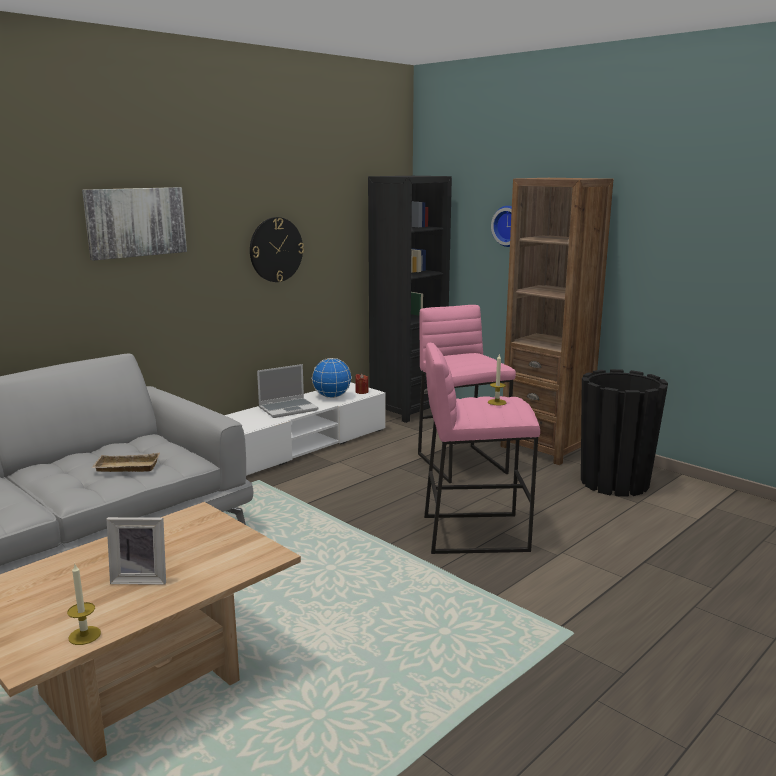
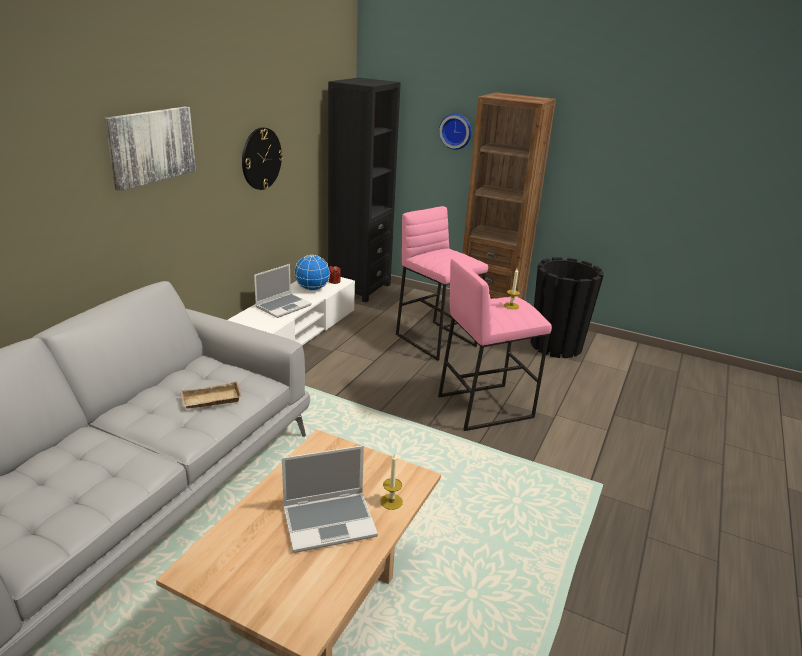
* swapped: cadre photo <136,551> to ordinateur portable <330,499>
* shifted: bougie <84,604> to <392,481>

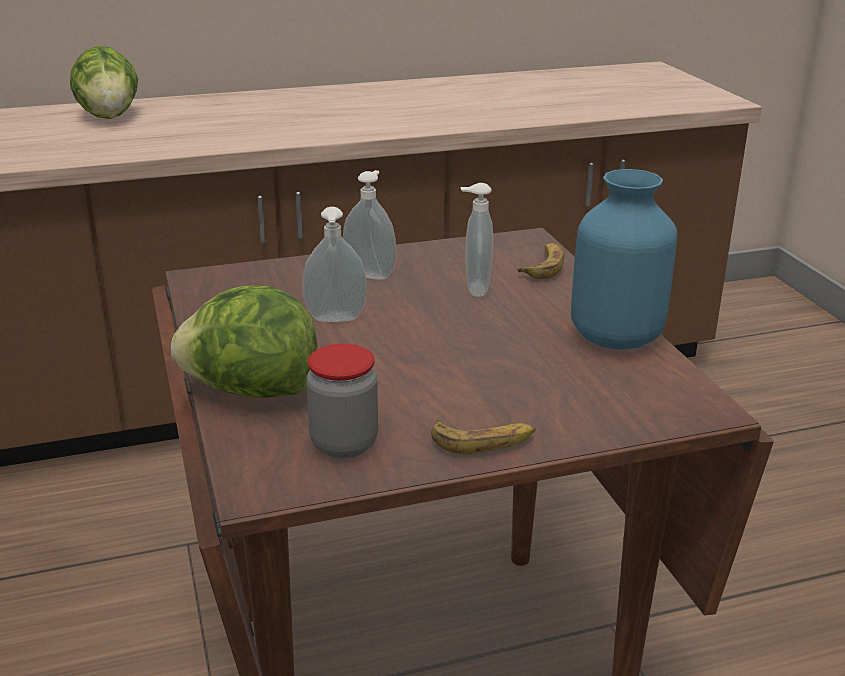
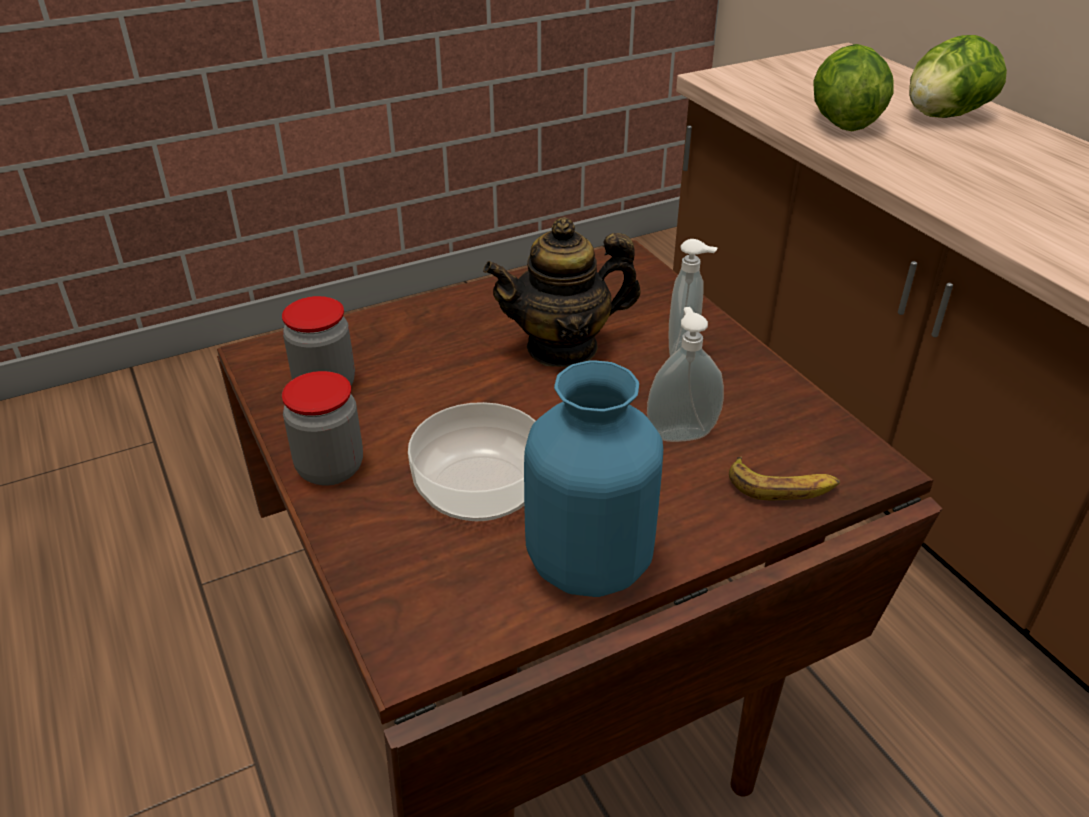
* swapped: banane <483,437> to bocal <322,428>
* new: bol <471,461>
* swapped: distributeur de savon <334,264> to théière <562,292>
* shifted: laitue <244,341> to <853,87>

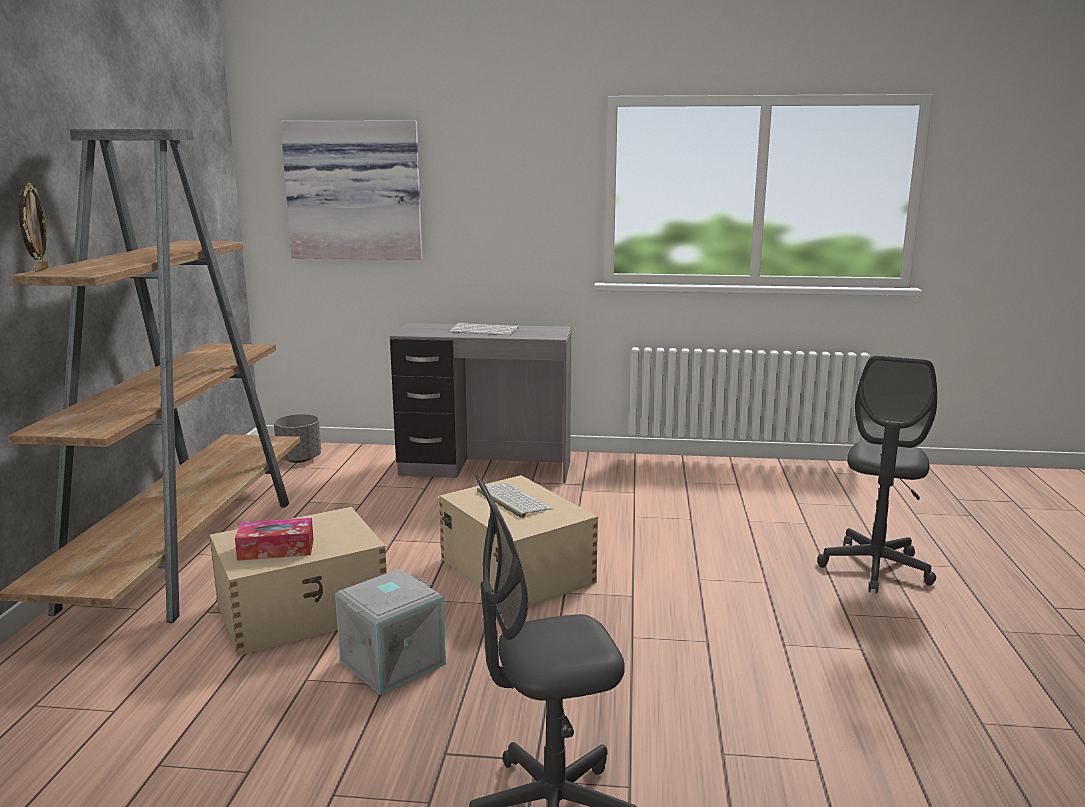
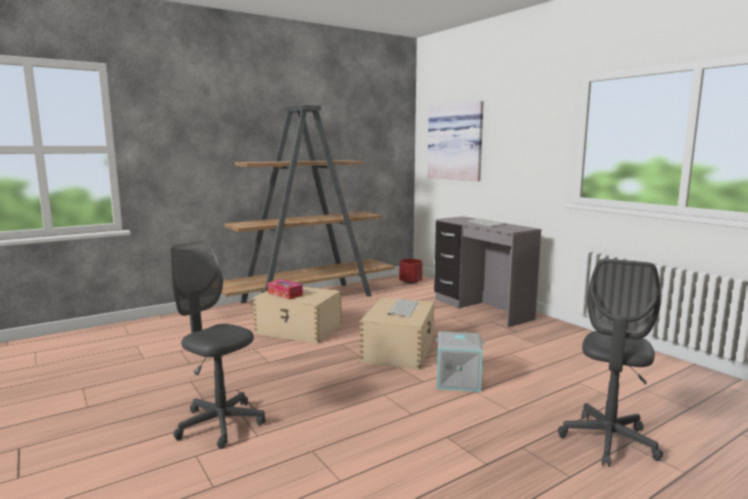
* repainted: cache-pot/gris <297,438> to cache-pot/rouge <411,271>
* shifted: boîte de rangement/gris <390,632> to <460,361>
* rotated: chaise de bureau/gris <877,474> = <610,363> 45 degrees counterclockwise
* gone: cadre photo <33,227>

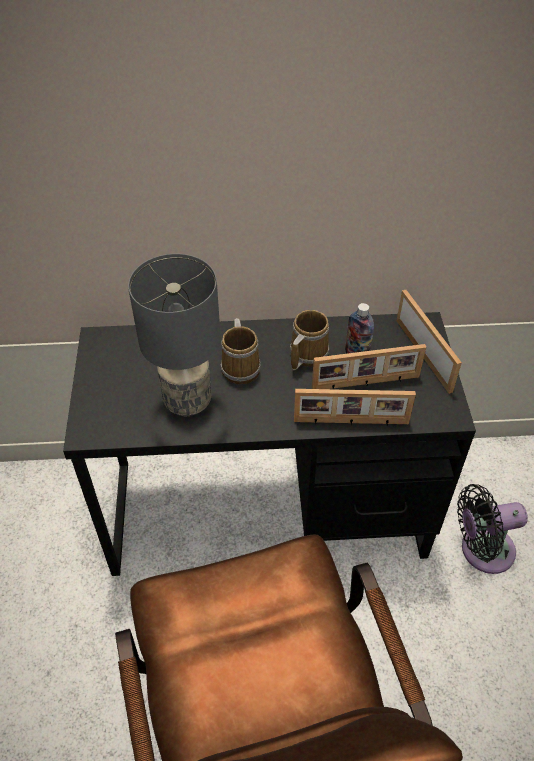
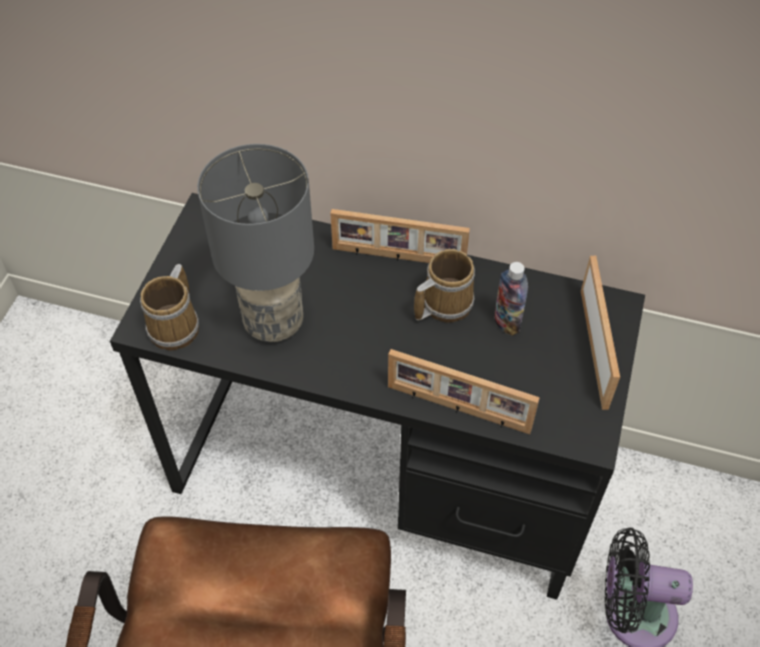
* shifted: mug <240,351> to <169,307>
* shifted: cadre photo <369,366> to <400,236>

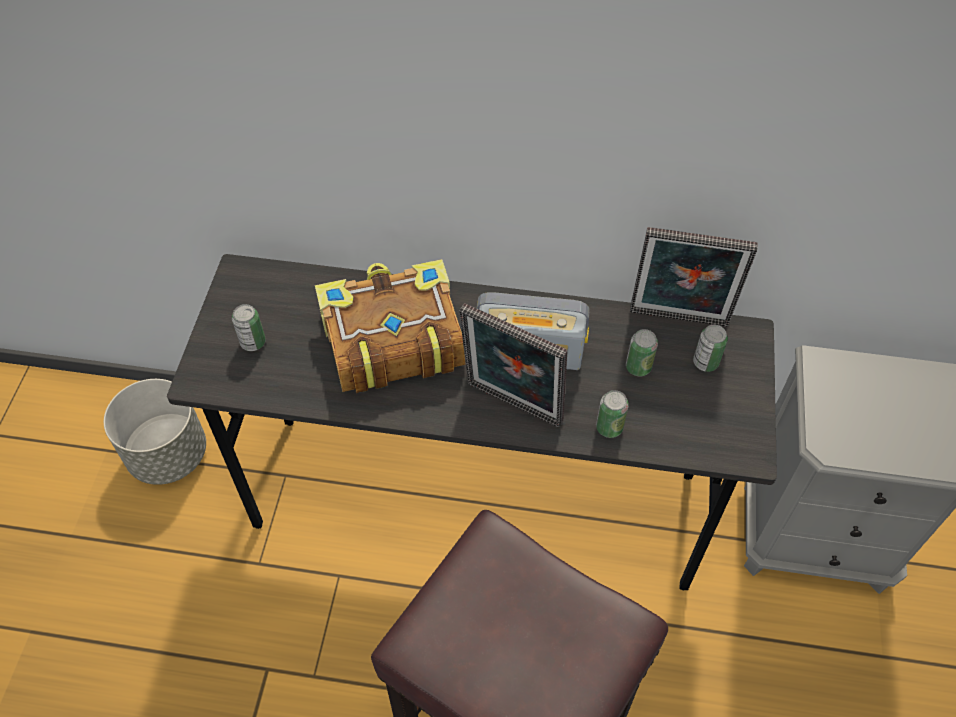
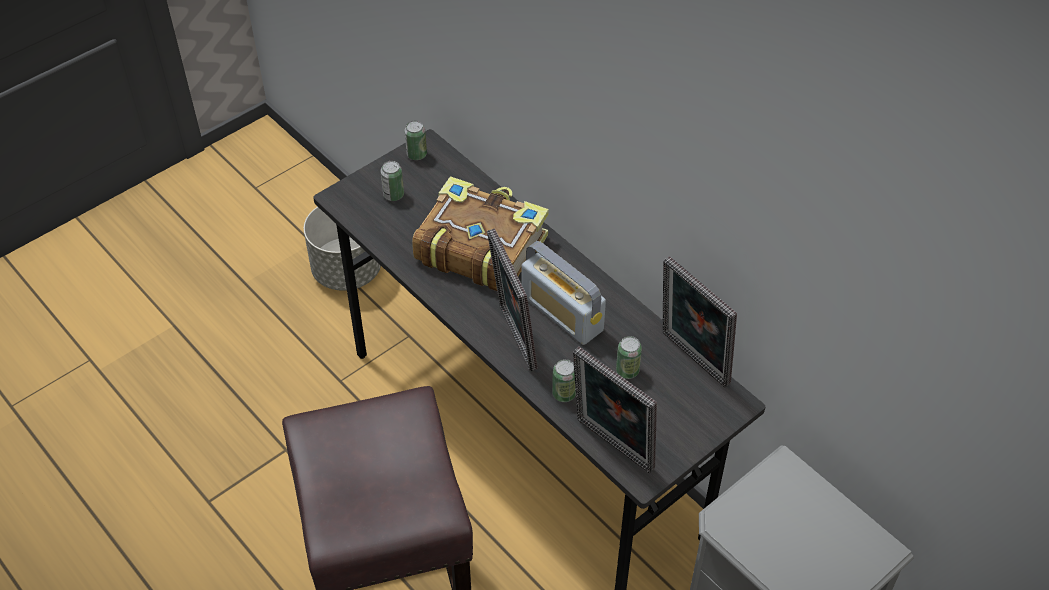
* shifted: boîte métallique <710,348> to <415,140>
* new: cadre photo <615,409>

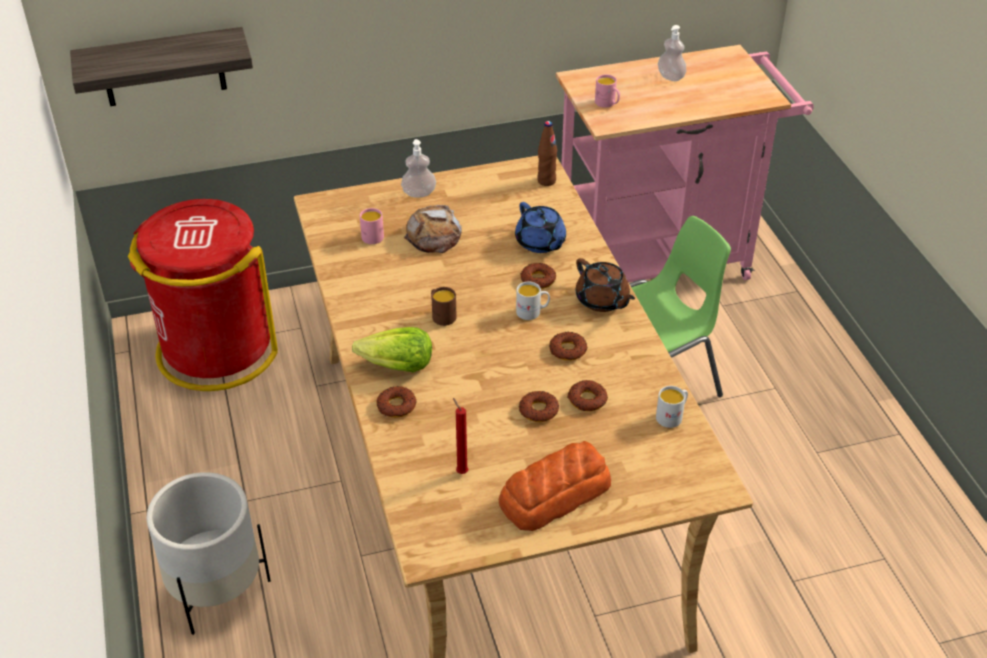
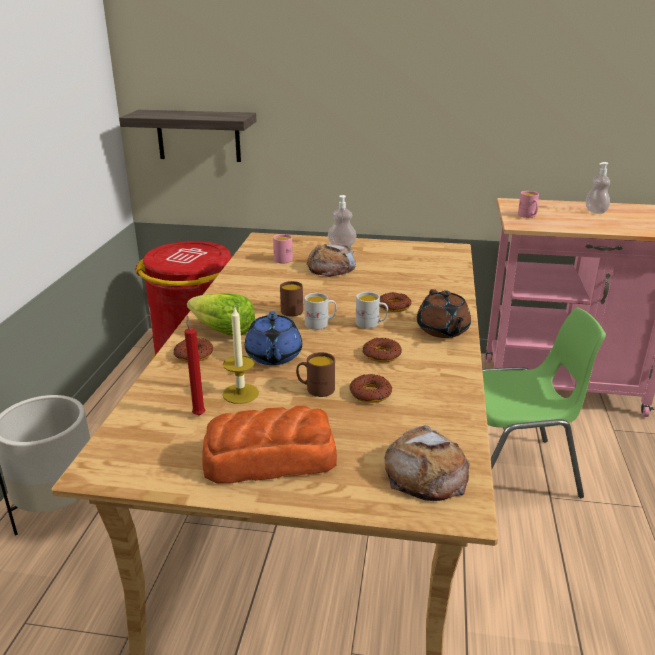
* new: bougie <241,355>
* shifted: théière/bleu <540,227> to <273,338>
* swapped: beignet <539,406> to mug/marron <315,374>
* shifted: mug/blanc <672,407> to <320,311>
* new: pain <427,463>
* gone: bouteille/marron <547,153>

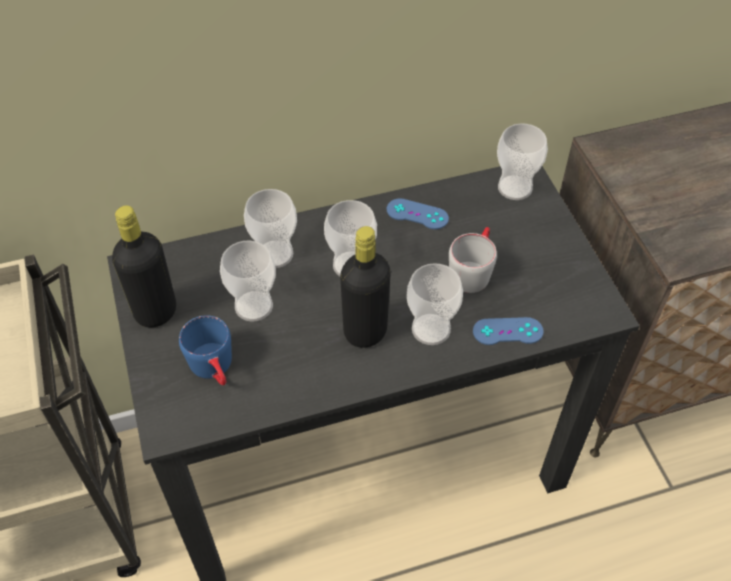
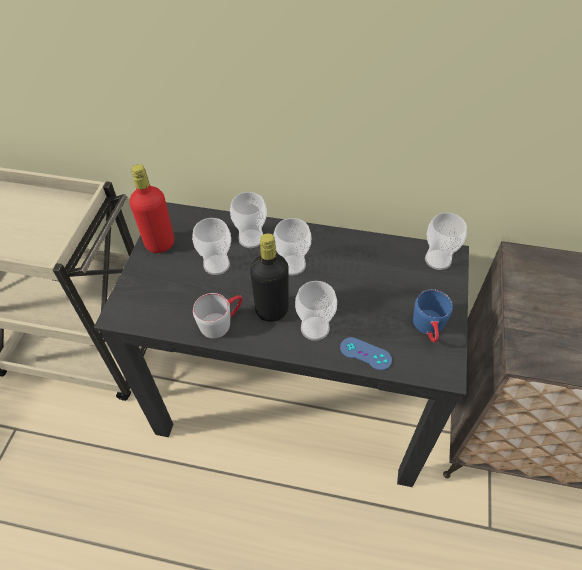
* repainted: bouteille/noir <144,267> to bouteille/rouge <152,208>
* shifted: mug/gris <473,260> to <217,315>
* shifted: mug/bleu <205,350> to <433,315>
* gone: manette/bleu <418,213>

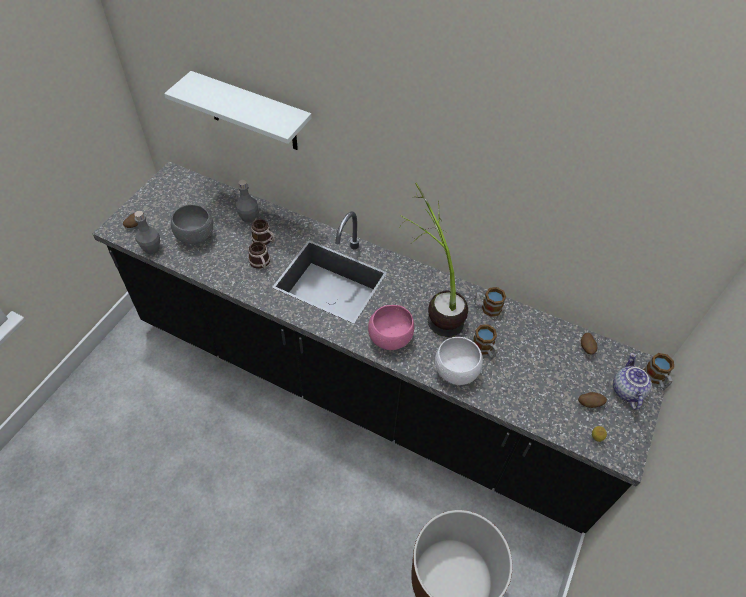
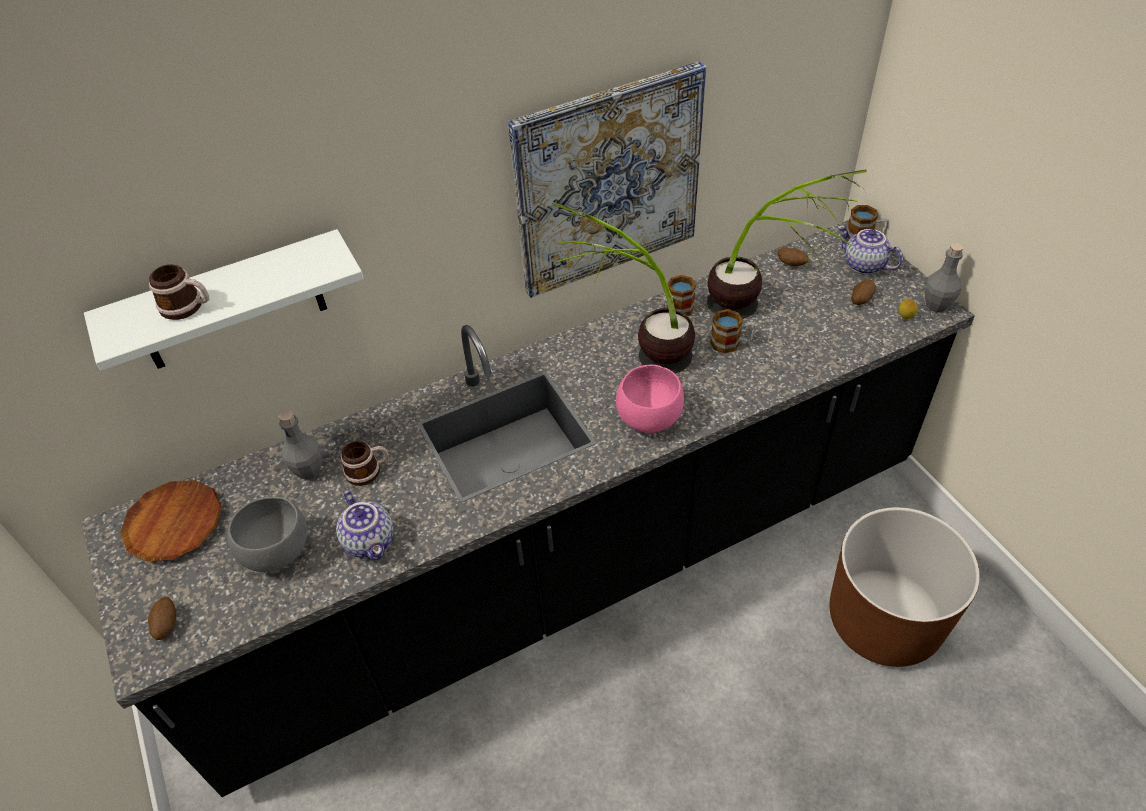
* new: assiette/marron <171,520>
* shifted: mug <259,255> to <179,292>
* new: théière <365,525>
* new: tableau <607,179>
* new: plante en pot <786,244>
* shifted: bouteille/gris <147,232> to <944,277>
* gone: bol/blanc <459,361>

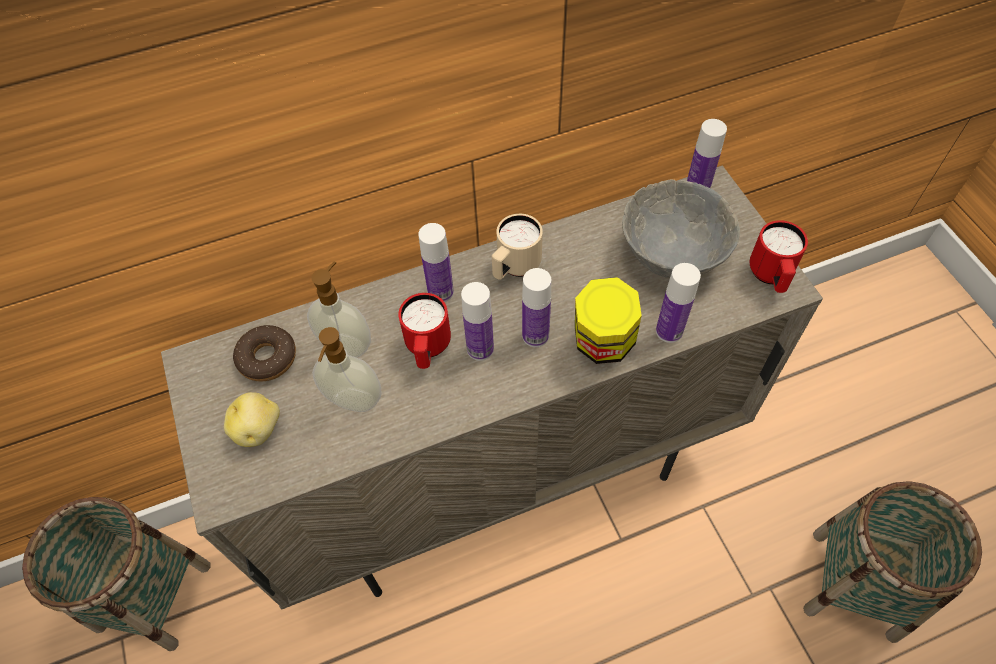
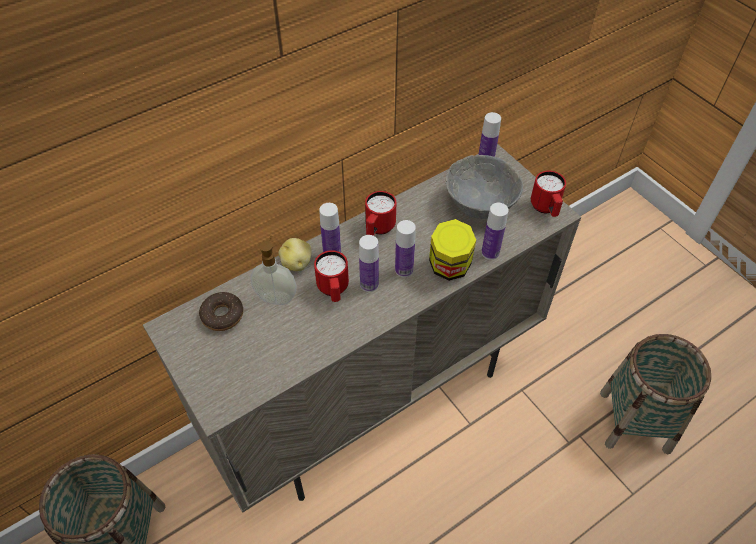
* shifted: pomme de terre <252,419> to <295,254>
* repainted: mug/beige <517,247> to mug/rouge <380,213>
* gone: distributeur de savon <347,369>

